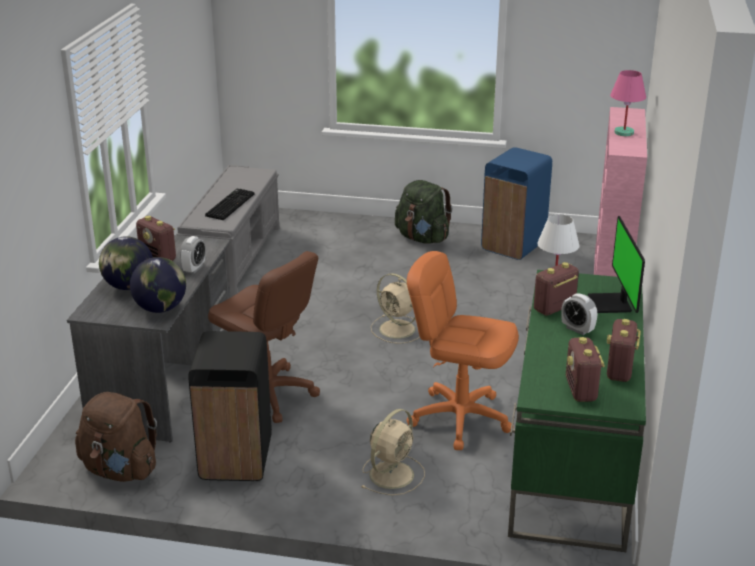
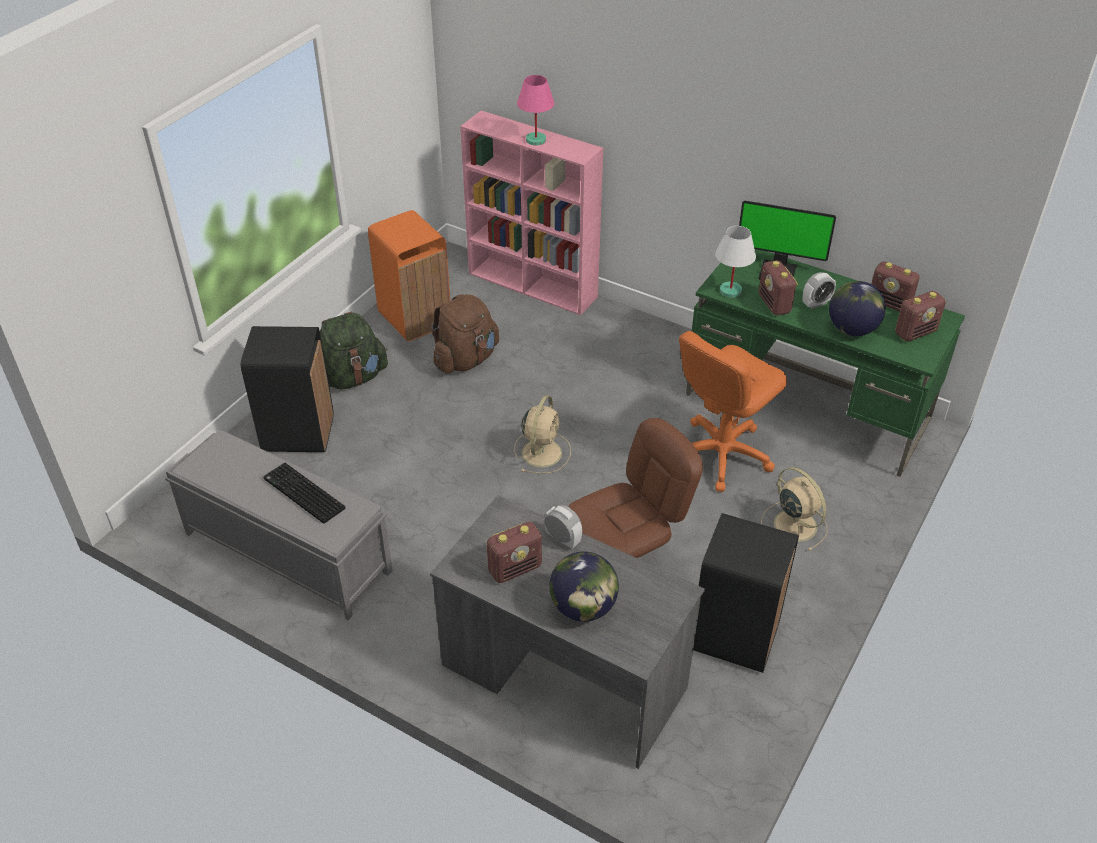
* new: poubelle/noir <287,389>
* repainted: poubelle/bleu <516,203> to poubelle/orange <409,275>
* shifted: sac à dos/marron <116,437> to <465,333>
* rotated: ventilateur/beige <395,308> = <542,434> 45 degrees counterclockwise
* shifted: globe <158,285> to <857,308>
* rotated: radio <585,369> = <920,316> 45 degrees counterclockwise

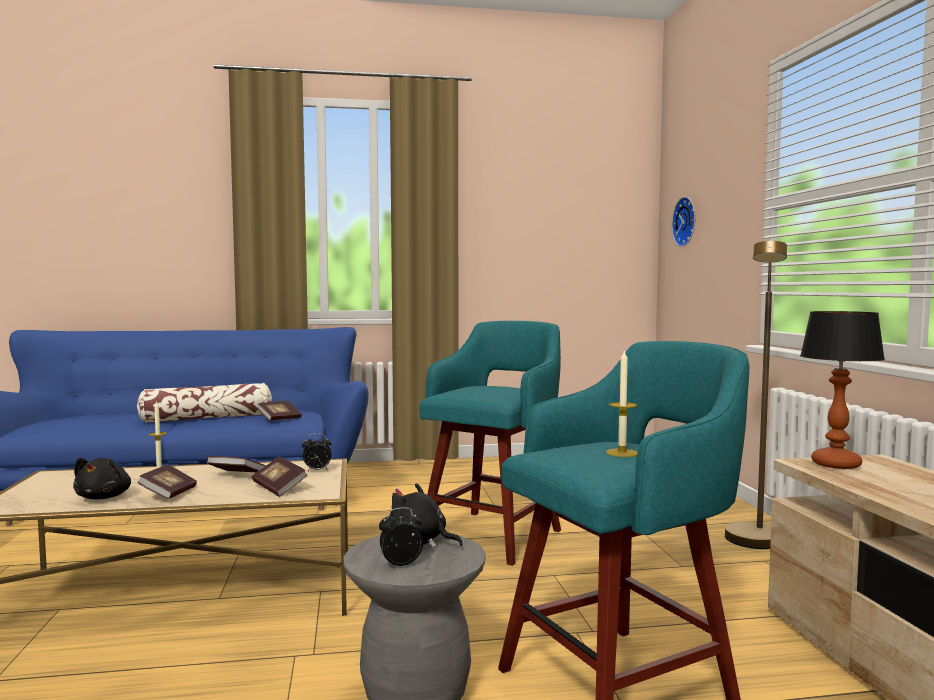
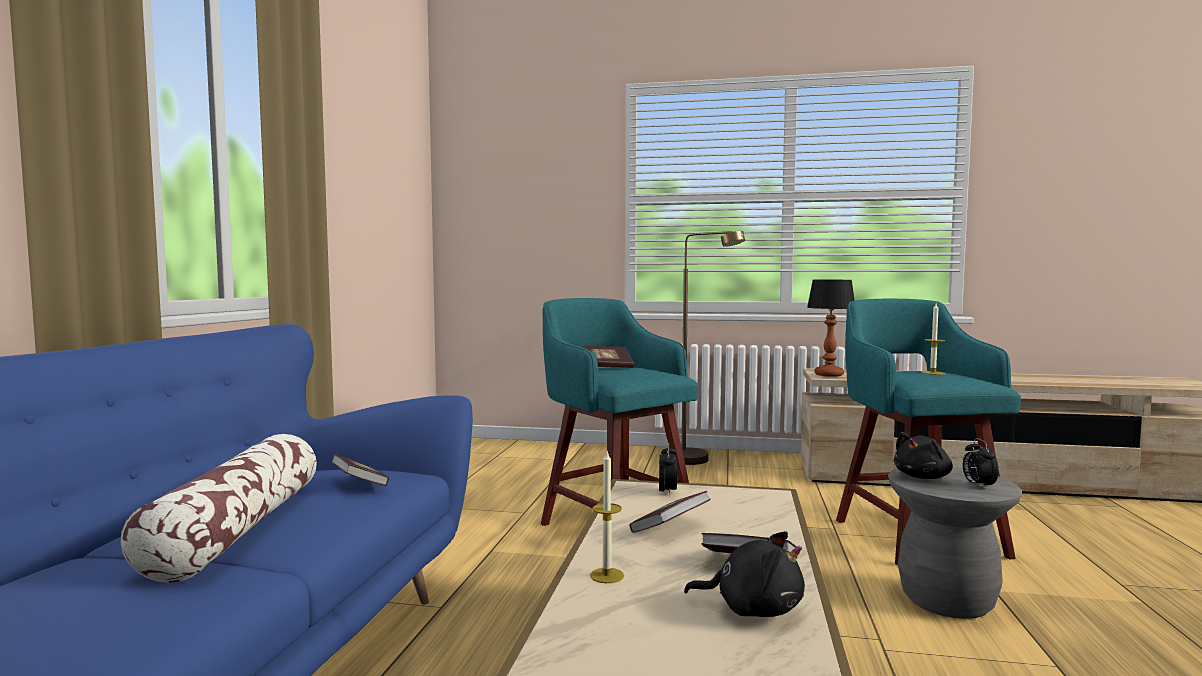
* shifted: livre <279,476> to <608,357>
* gone: horloge murale <684,222>

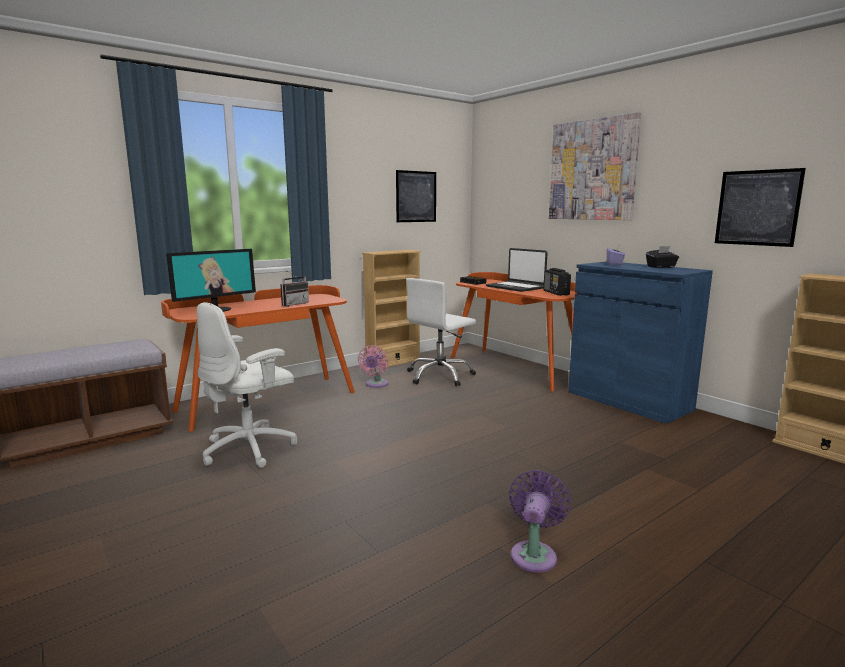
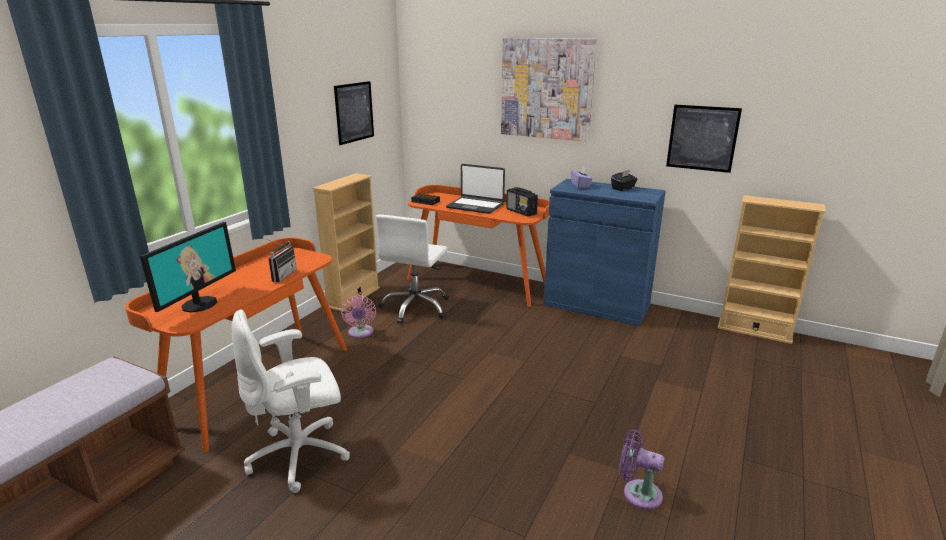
* rotated: chaise de bureau/blanc <247,385> = <291,401> 45 degrees clockwise
* rotated: ventilateur/violet <540,521> = <641,469> 60 degrees counterclockwise

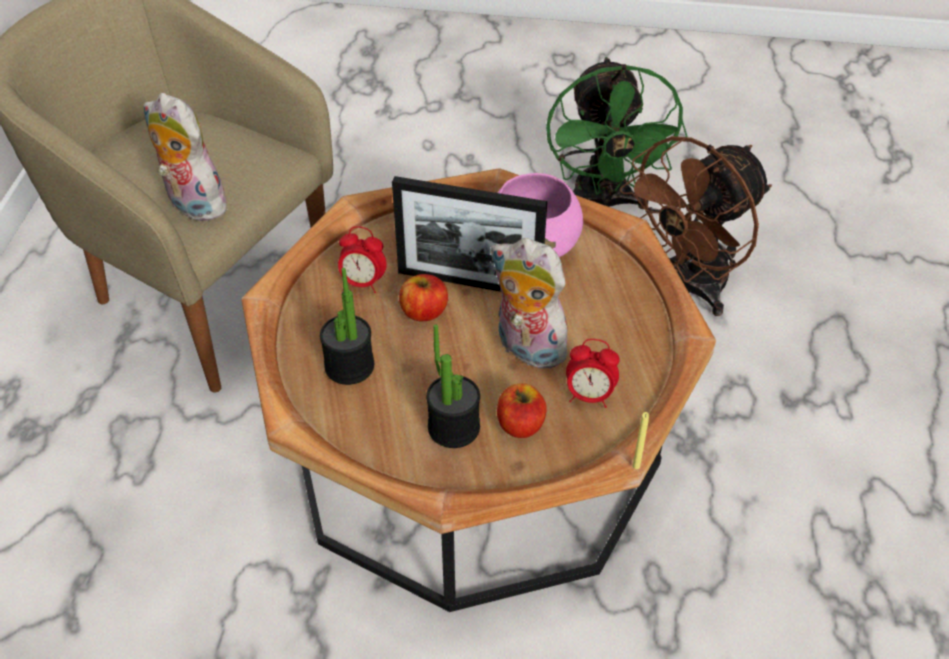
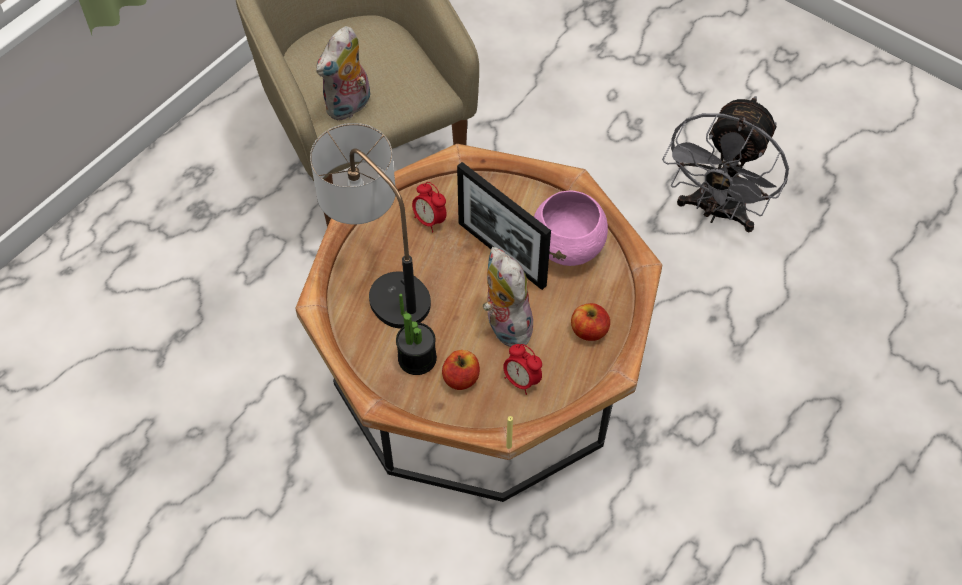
* swapped: plante en pot <347,326> to lampe de table <370,225>
* rotated: peluche <188,157> = <343,73> 120 degrees counterclockwise
* shifted: pomme <423,297> to <590,322>
* repainted: ventilateur/vert <617,133> to ventilateur/gris <725,164>
* gone: ventilateur/marron <696,226>

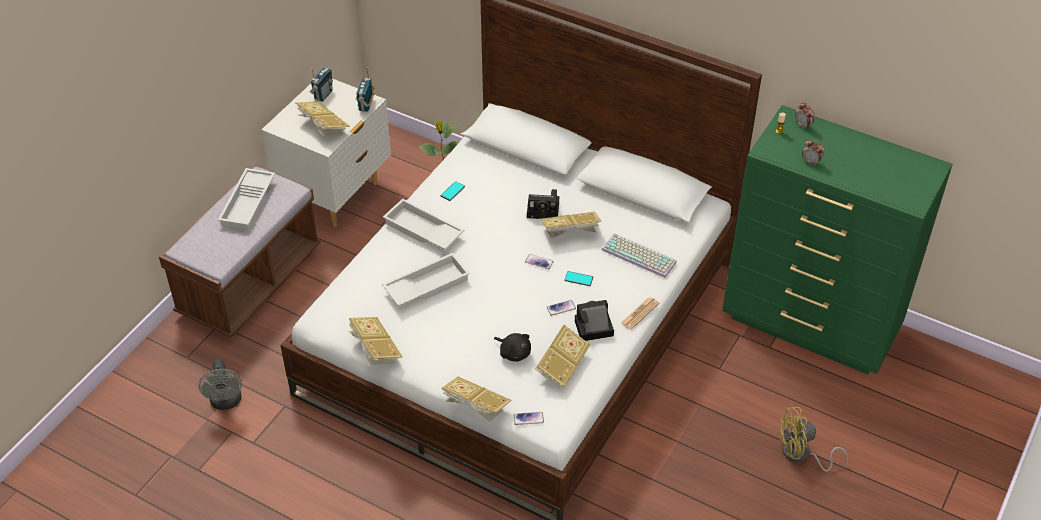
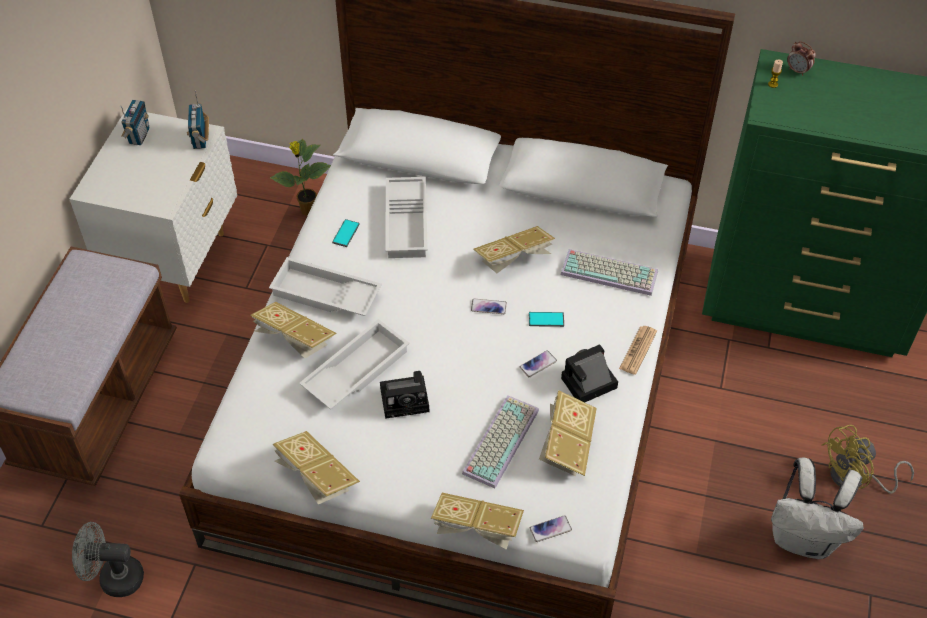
* rotated: ventilateur/gris <220,384> = <108,559> 120 degrees clockwise
* shifted: livre <323,118> to <293,330>
* shifted: appareil photo <543,204> to <404,395>
* shifted: plateau/blanc <246,199> to <407,217>
* swapped: peluche/noir <512,347> to clavier <500,441>
* new: sac à dos/blanc <817,508>
* gone: réveil <813,152>

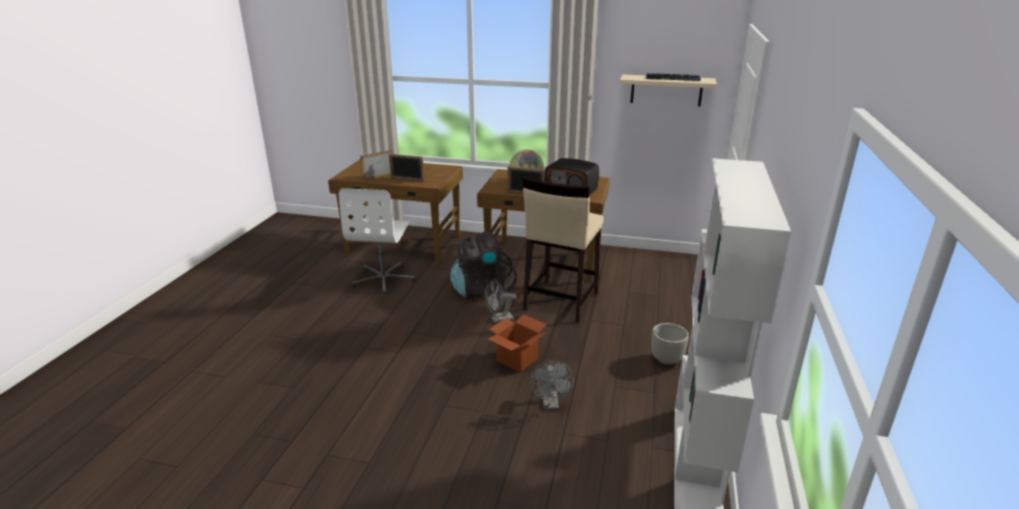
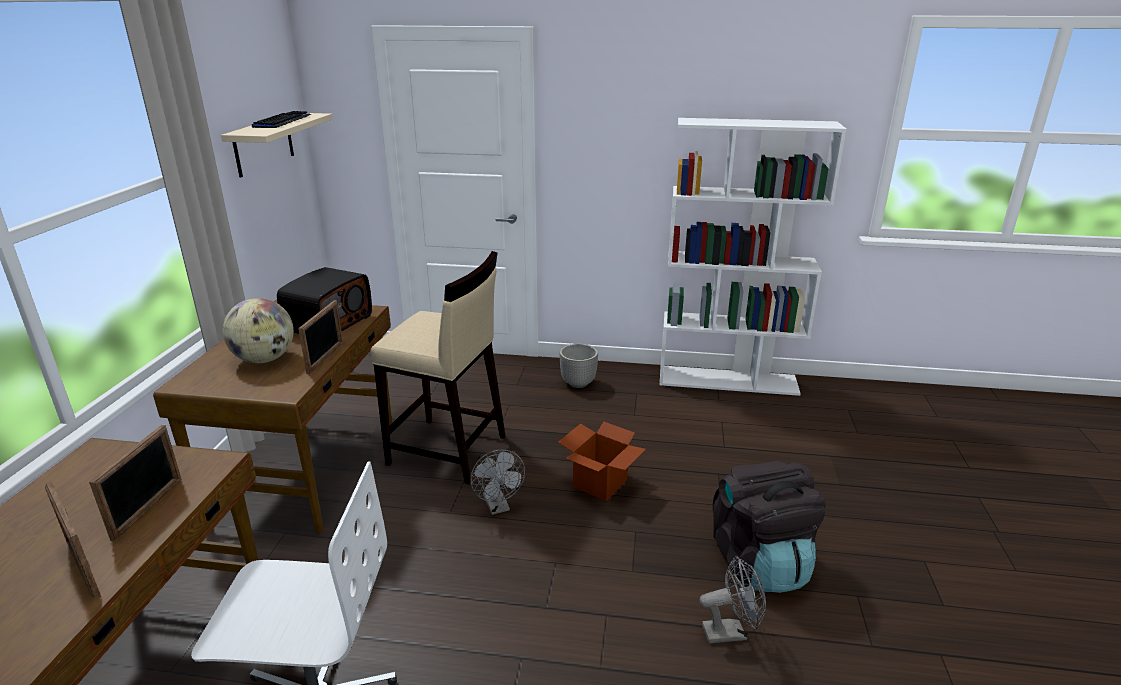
* shifted: ventilateur/gris <552,385> to <732,599>
* shifted: sac à dos/noir <483,265> to <769,527>

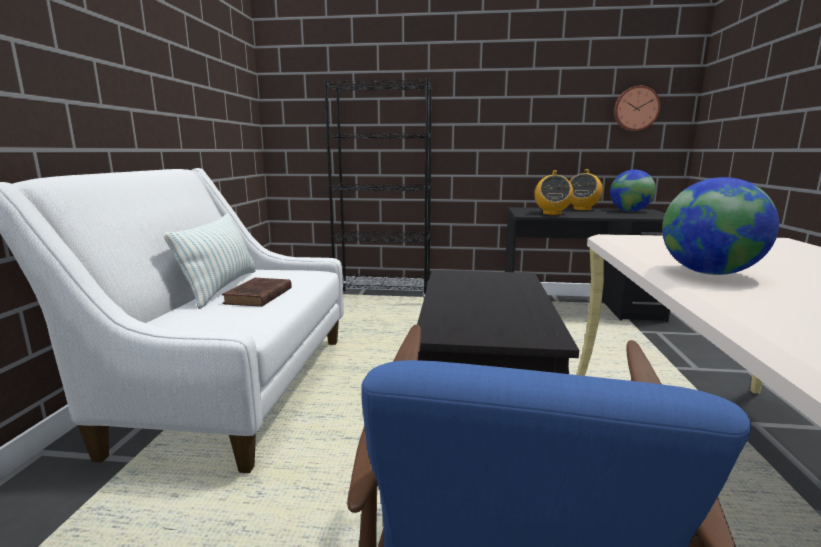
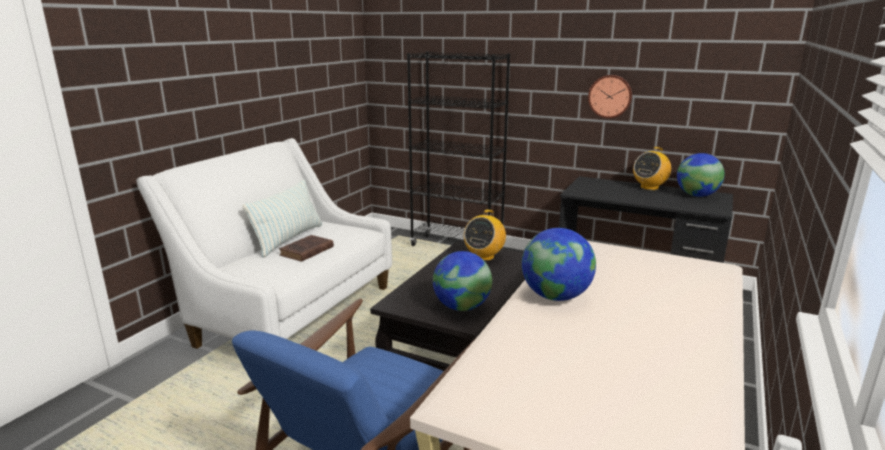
* new: globe <462,281>
* shifted: radio <553,192> to <485,235>
* shifted: horloge murale <637,108> to <610,96>

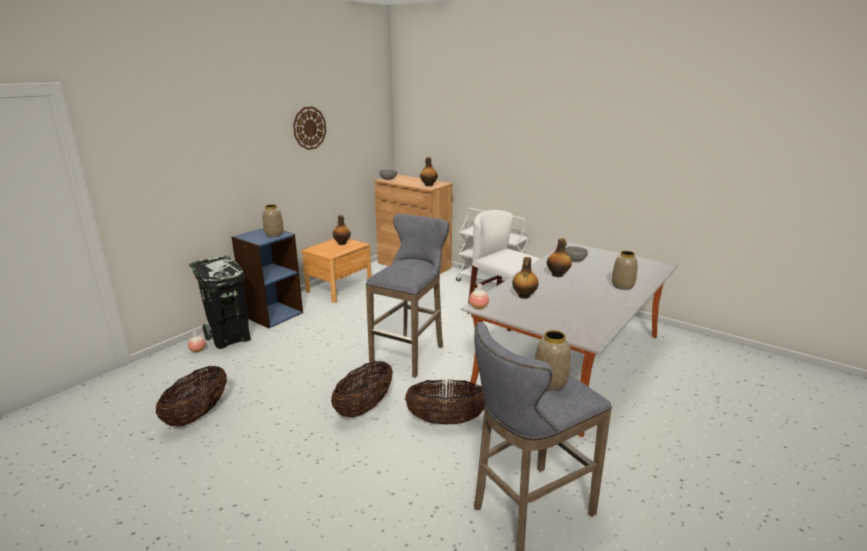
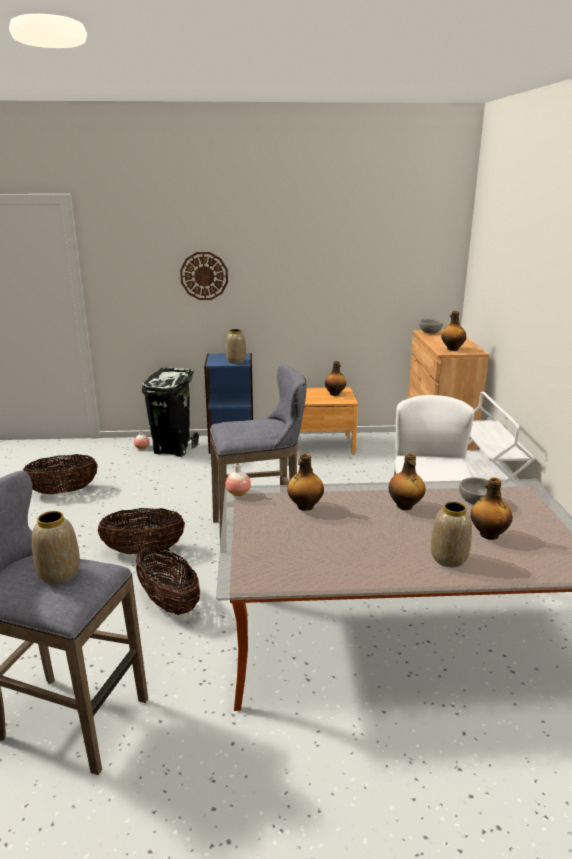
* shifted: horloge murale <309,128> to <204,276>
* new: bouteille <491,508>

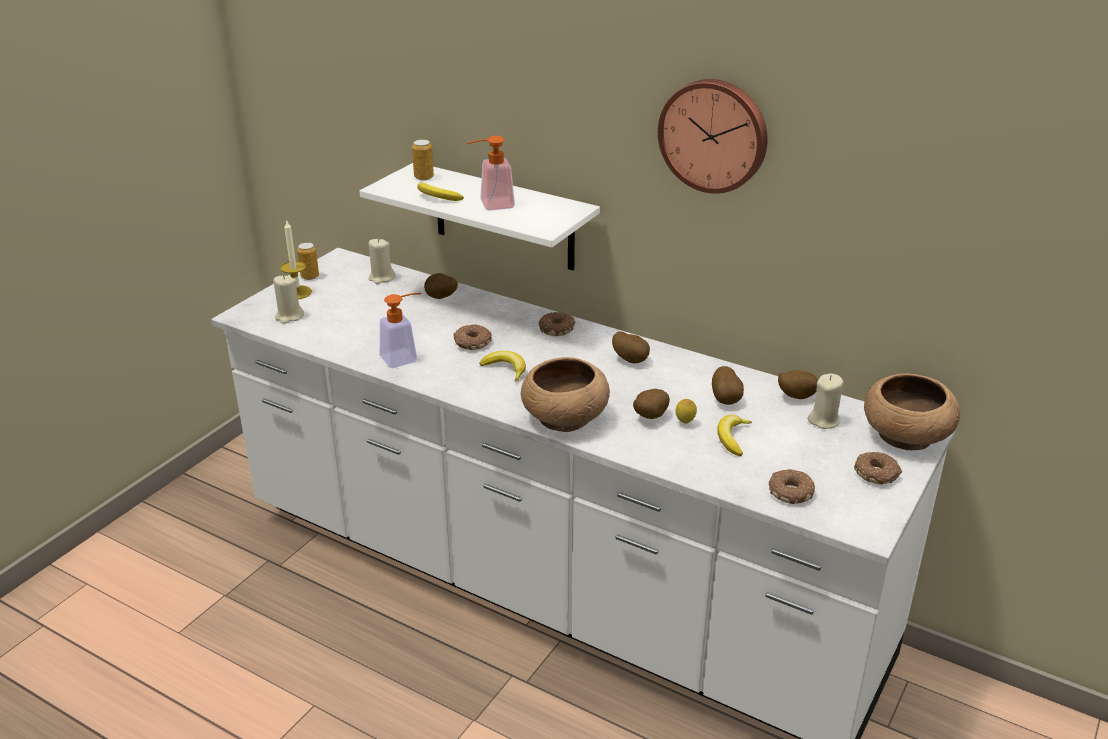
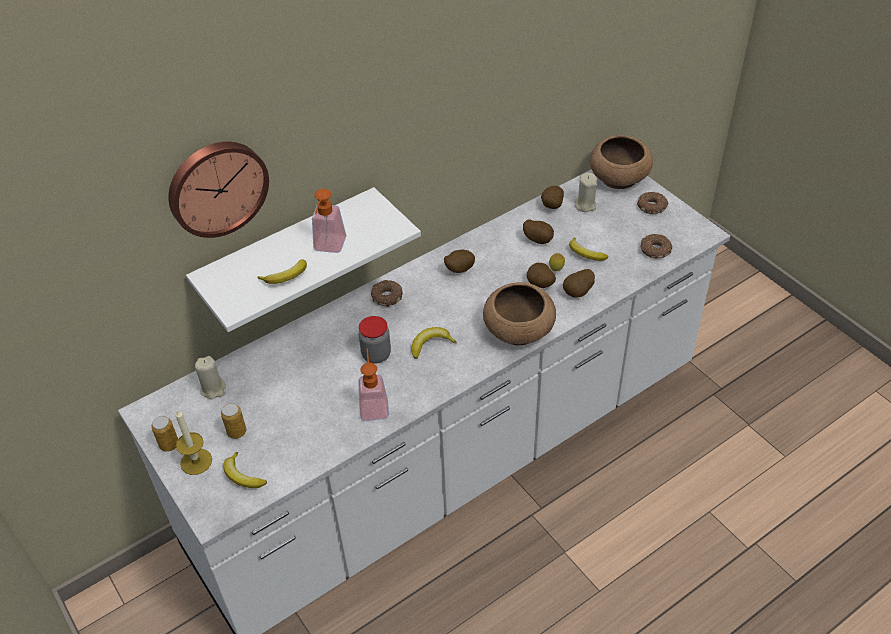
* shifted: horloge murale <713,136> to <218,190>
* shifted: boîte métallique <423,159> to <233,421>
* swapped: bougie/beige <288,299> to banane <245,470>
* swapped: beignet <473,337> to bocal <374,339>
* shifted: pomme de terre <441,286> to <579,283>

